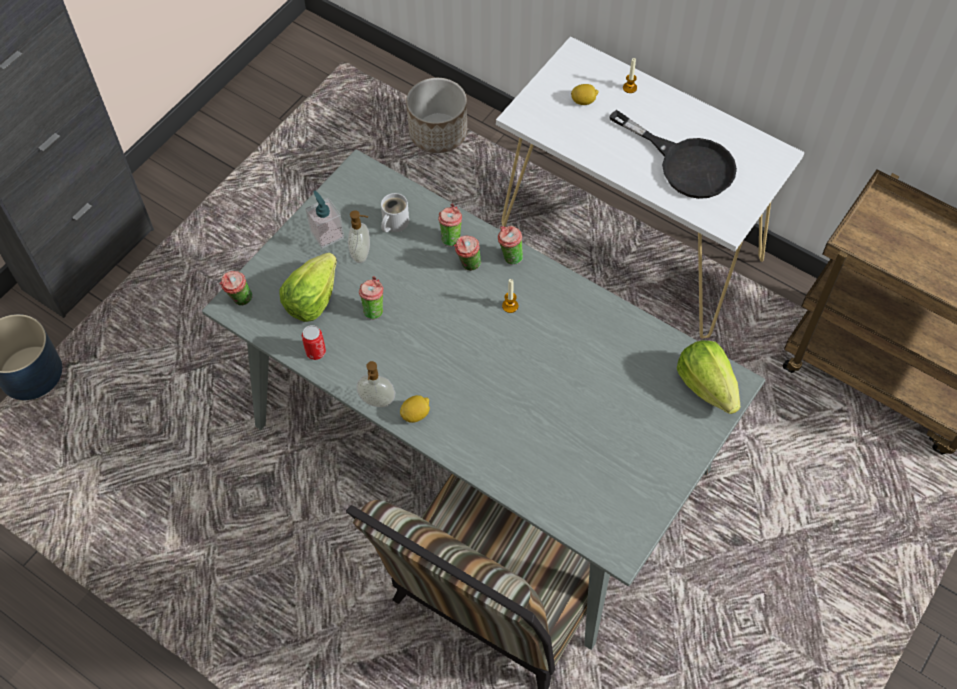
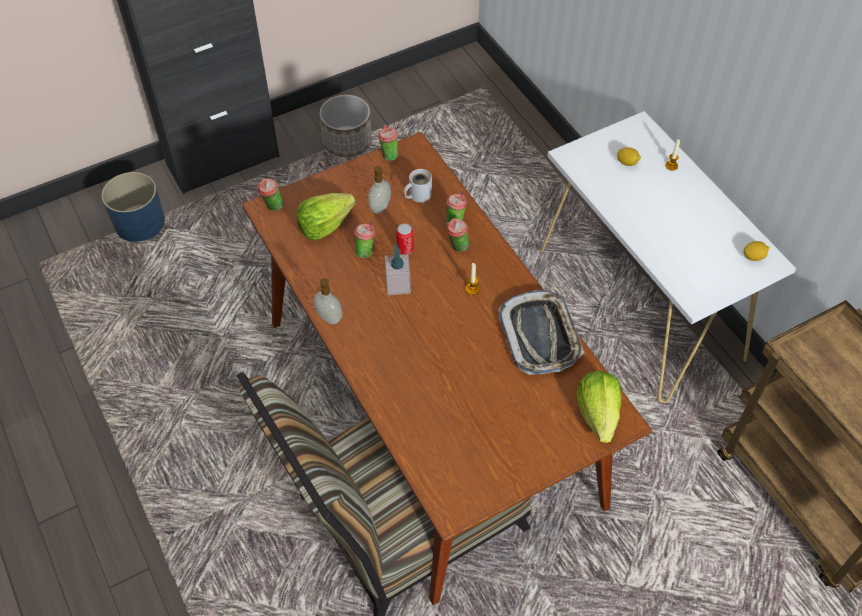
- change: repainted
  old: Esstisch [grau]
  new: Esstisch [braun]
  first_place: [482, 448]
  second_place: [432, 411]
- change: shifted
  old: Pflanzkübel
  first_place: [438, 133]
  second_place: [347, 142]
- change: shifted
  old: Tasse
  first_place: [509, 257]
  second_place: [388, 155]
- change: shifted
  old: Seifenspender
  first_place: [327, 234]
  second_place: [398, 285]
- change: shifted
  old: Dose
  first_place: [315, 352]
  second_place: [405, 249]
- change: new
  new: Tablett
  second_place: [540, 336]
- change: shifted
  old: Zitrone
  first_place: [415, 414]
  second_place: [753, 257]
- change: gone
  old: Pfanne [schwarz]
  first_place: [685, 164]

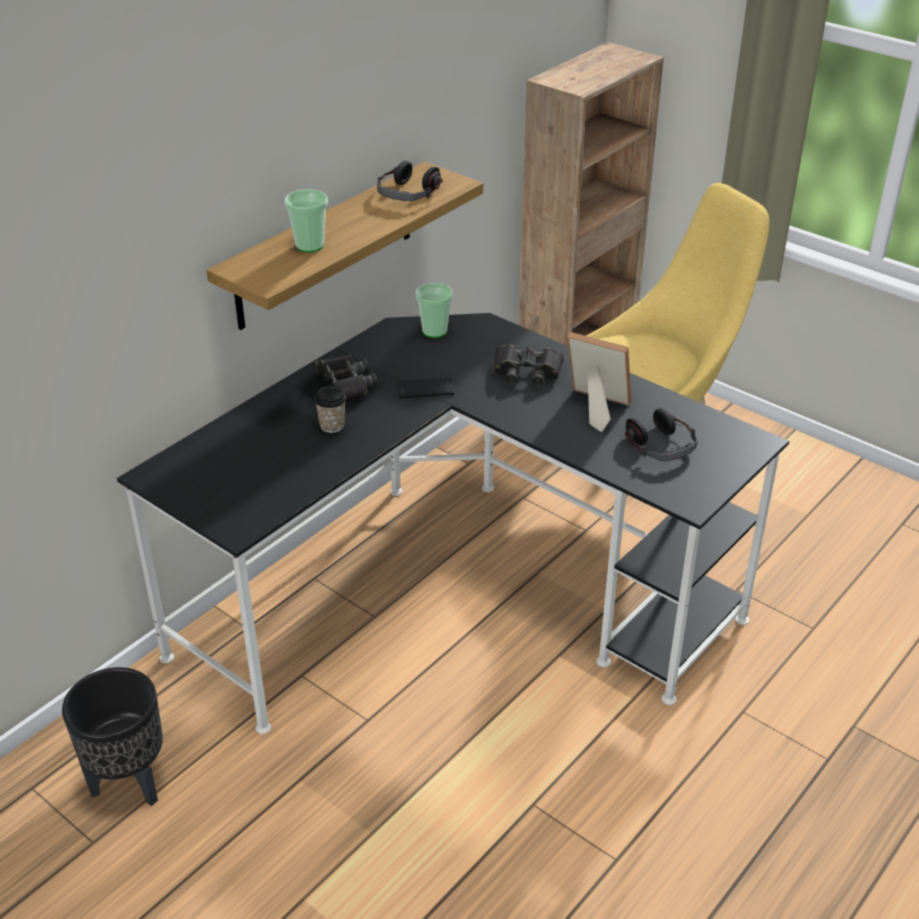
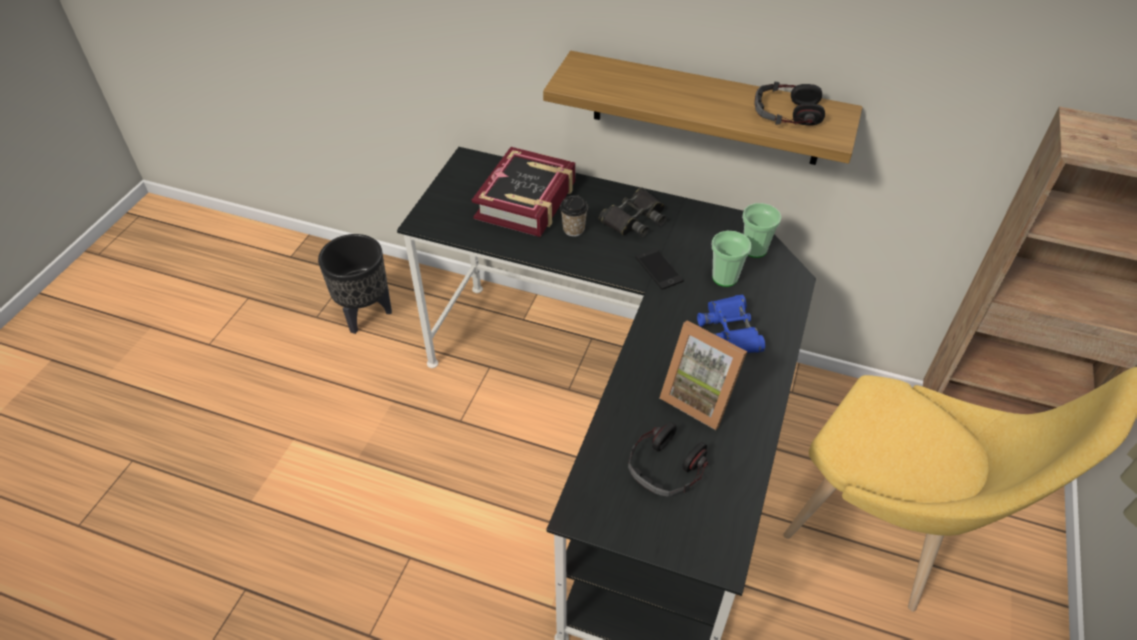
- change: new
  new: Buch
  second_place: [526, 200]
- change: rotated
  old: Bilderrahmen
  first_place: [594, 408]
  second_place: [700, 397]
  degrees: 120
- change: repainted
  old: Fernglas [schwarz]
  new: Fernglas [blau]
  first_place: [527, 372]
  second_place: [730, 331]
- change: shifted
  old: Tasse
  first_place: [309, 245]
  second_place: [725, 277]

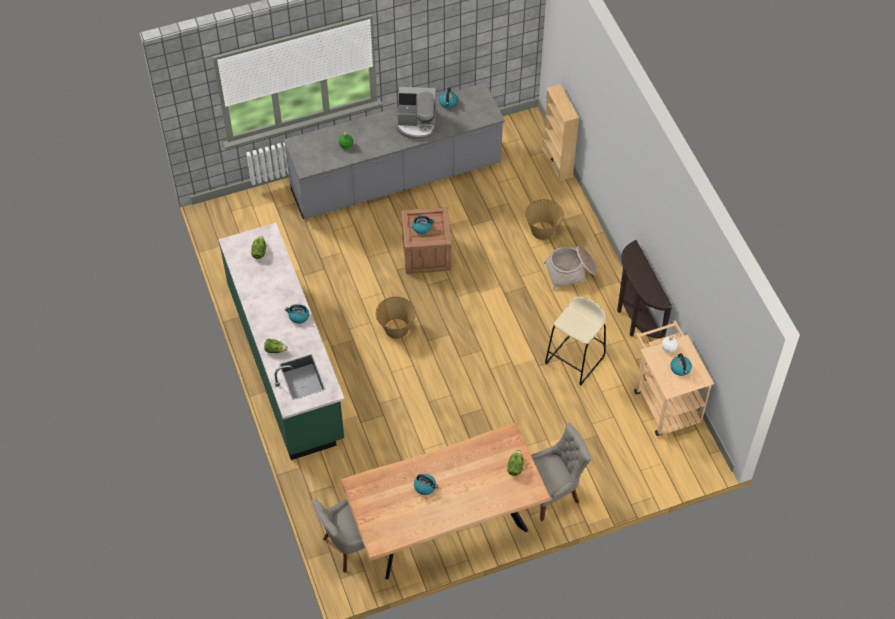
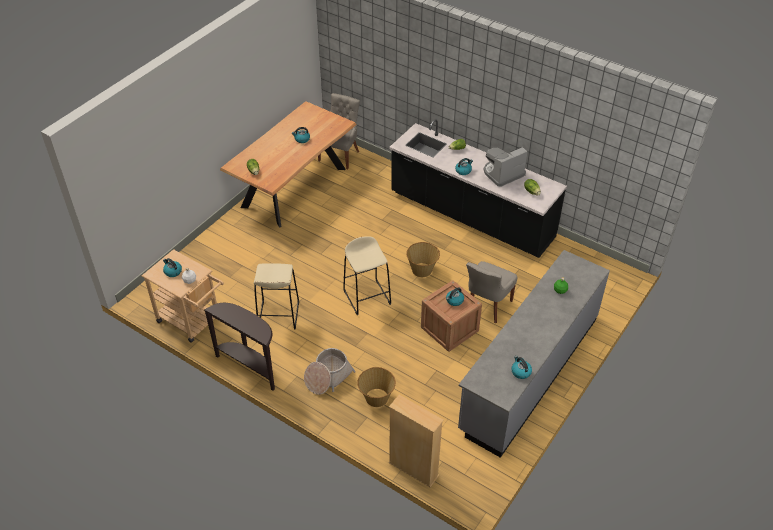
- change: new
  new: Hocker [beige]
  second_place: [367, 297]
- change: repainted
  old: Küchenzeile [grün]
  new: Küchenzeile [schwarz]
  first_place: [286, 362]
  second_place: [471, 216]
- change: shifted
  old: Stuhl [grau]
  first_place: [551, 493]
  second_place: [487, 306]
- change: shifted
  old: Kaffeemaschine
  first_place: [416, 124]
  second_place: [503, 173]

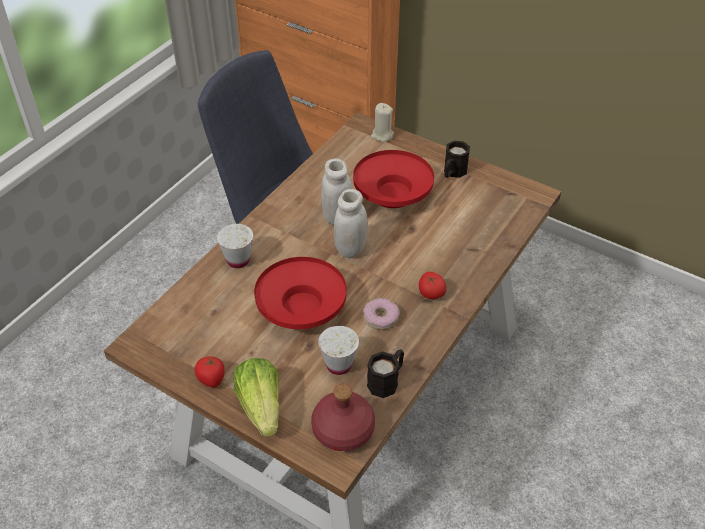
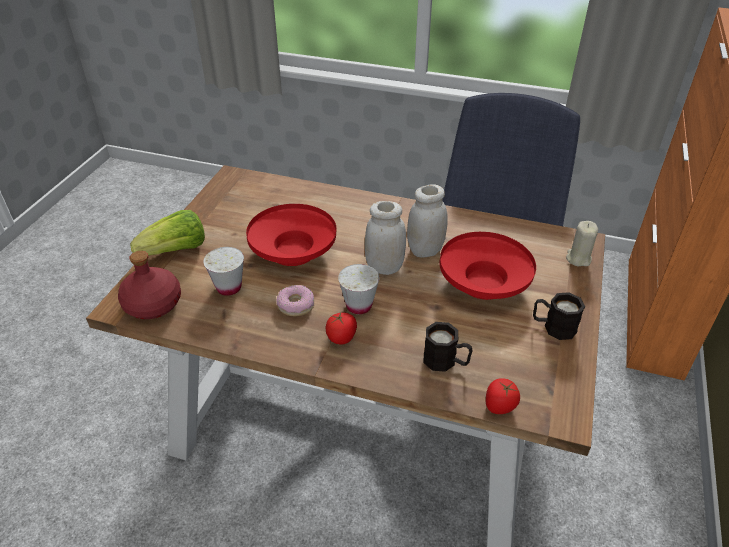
- change: shifted
  old: Tasse [weiß]
  first_place: [238, 260]
  second_place: [359, 306]
- change: shifted
  old: Henkelbecher [schwarz]
  first_place: [387, 380]
  second_place: [446, 361]
- change: shifted
  old: Tomate
  first_place: [211, 379]
  second_place: [499, 405]

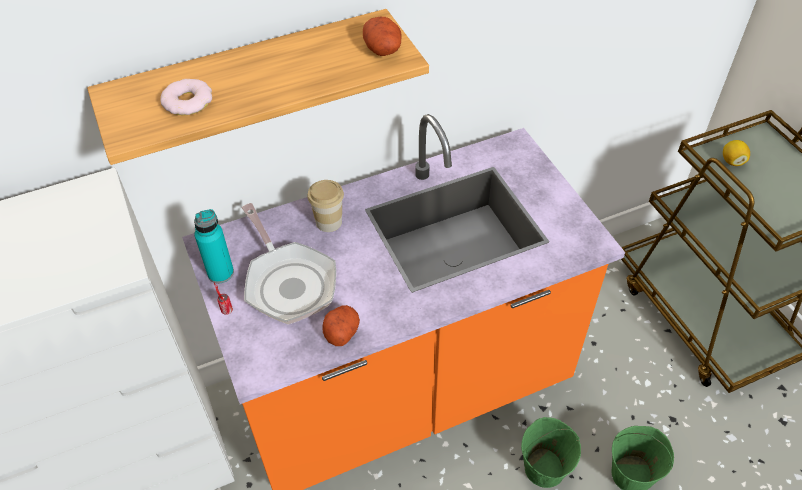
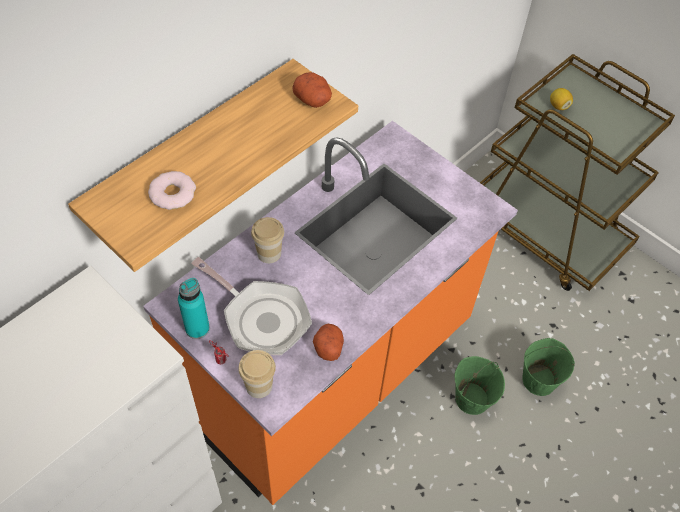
- change: new
  new: Tasse
  second_place: [259, 386]

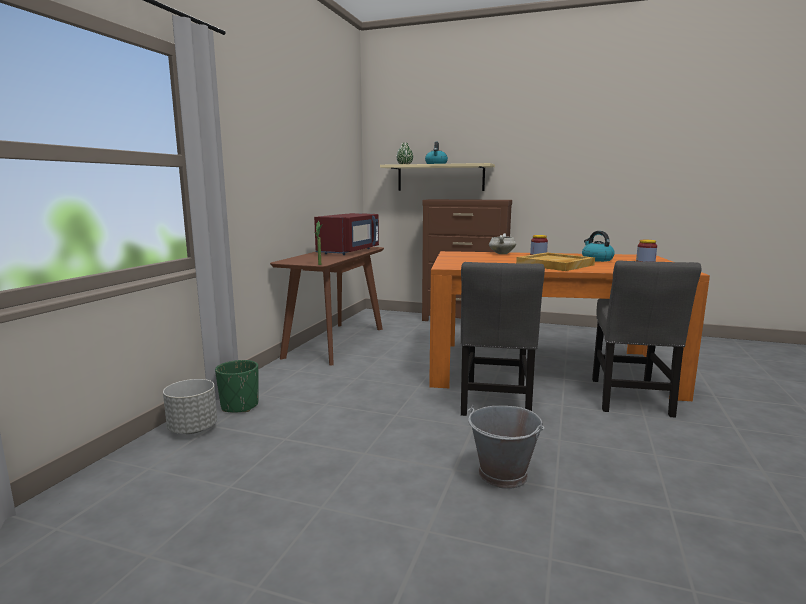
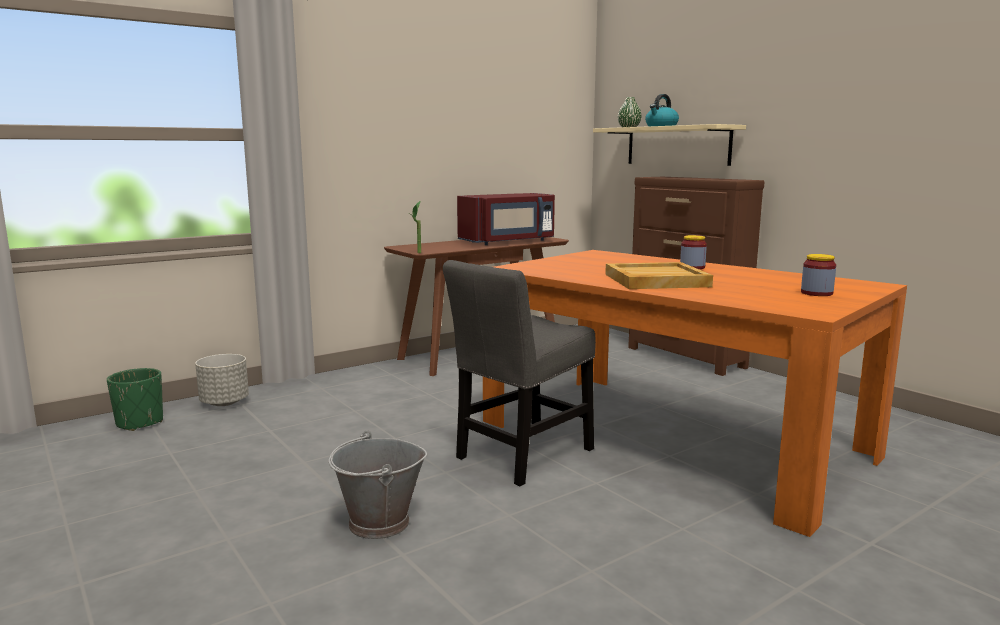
- change: shifted
  old: Pflanzkübel [grün]
  first_place: [239, 406]
  second_place: [140, 423]
- change: gone
  old: Kochtopf [weiß]
  first_place: [501, 254]
- change: gone
  old: Wasserkessel
  first_place: [596, 259]
- change: gone
  old: Stuhl [grau]
  first_place: [630, 399]

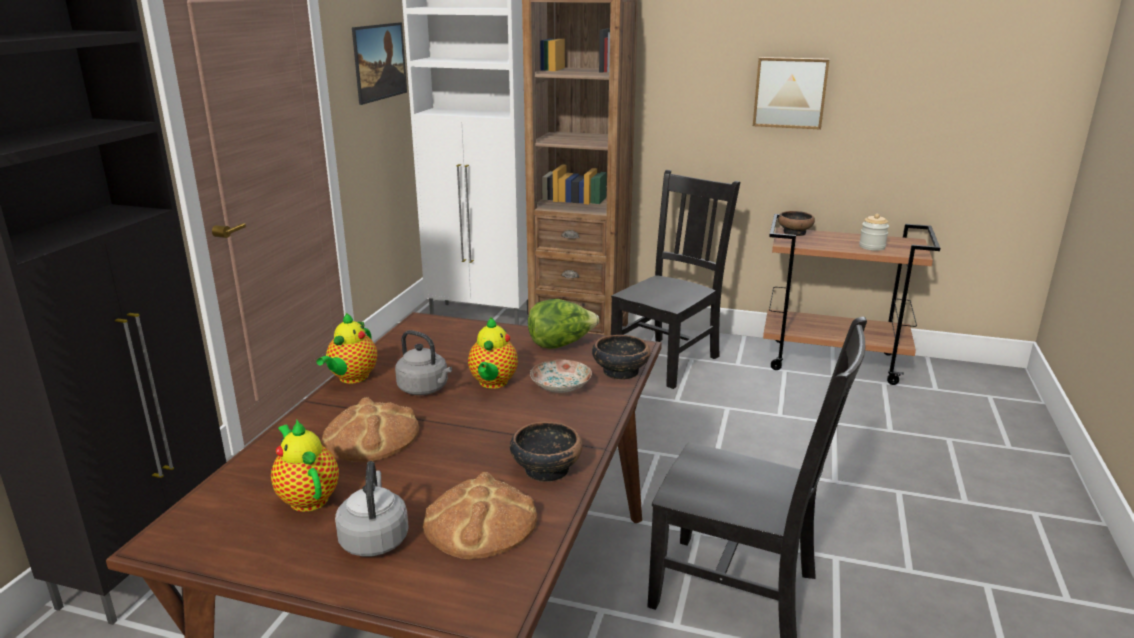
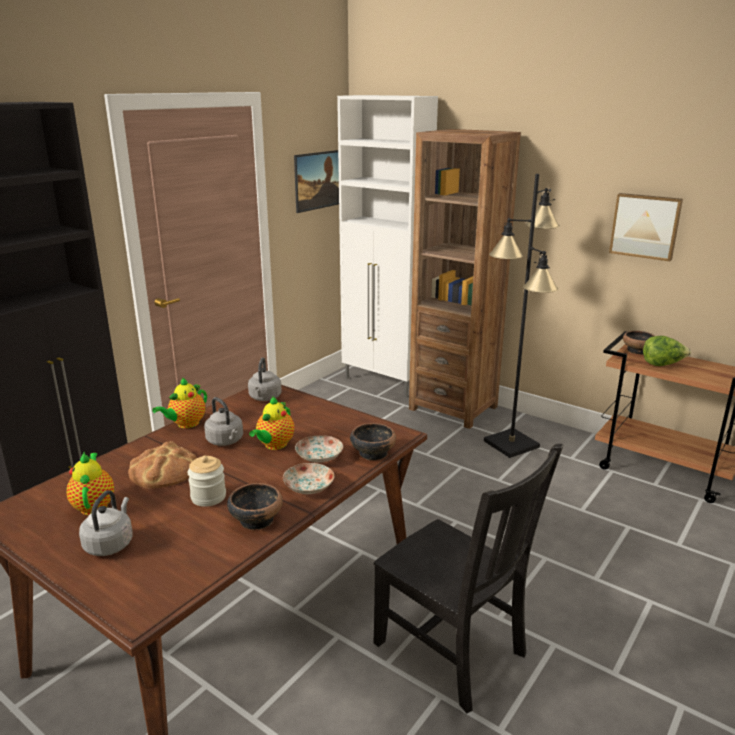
- change: shifted
  old: Vorratsglas
  first_place: [872, 247]
  second_place: [208, 497]
- change: new
  new: Wasserkessel [grau]
  second_place: [265, 398]
- change: new
  new: Teller
  second_place: [308, 487]
- change: swapped
  old: Stuhl [schwarz]
  new: Stehlampe [schwarz]
  first_place: [667, 360]
  second_place: [512, 444]
- change: shifted
  old: Salatkopf
  first_place: [561, 344]
  second_place: [662, 364]
- change: gone
  old: Brot
  first_place: [480, 522]

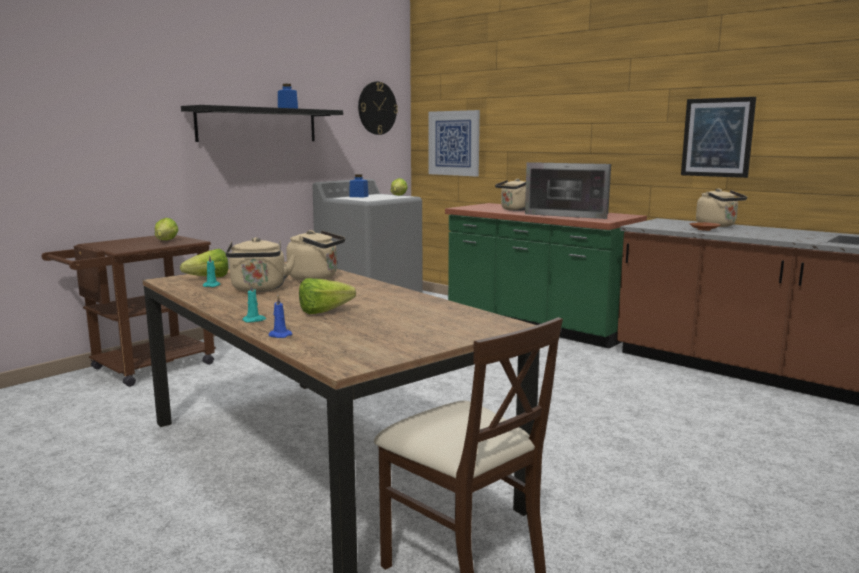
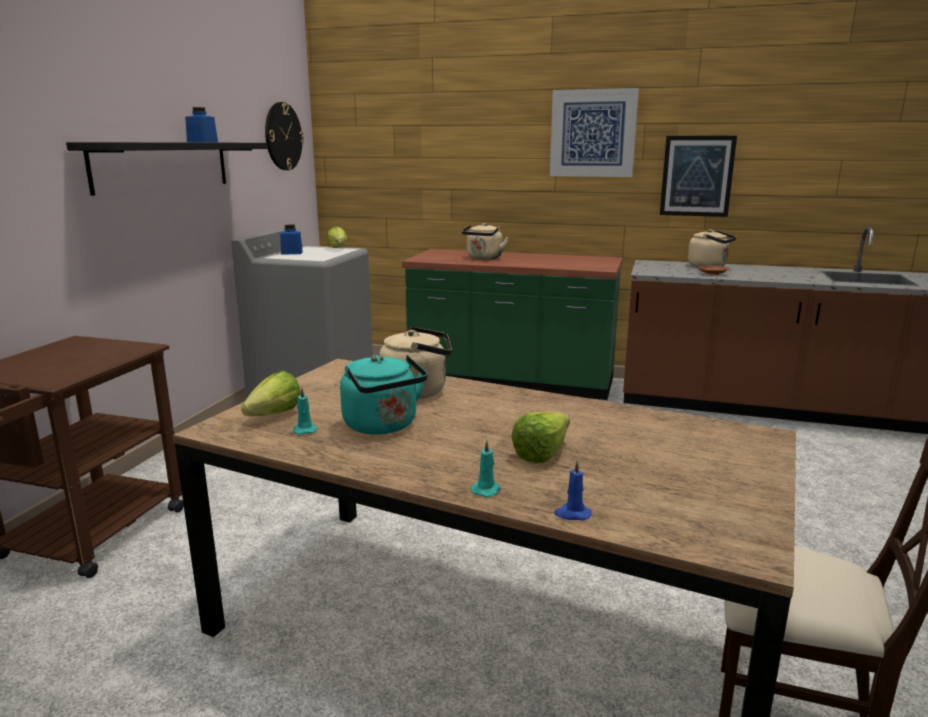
- change: repainted
  old: Wasserkessel [beige]
  new: Wasserkessel [türkis]
  first_place: [259, 289]
  second_place: [383, 426]
- change: shifted
  old: Bild
  first_place: [454, 143]
  second_place: [593, 133]
- change: gone
  old: Salatkopf
  first_place: [164, 242]
- change: gone
  old: Mikrowelle
  first_place: [571, 214]

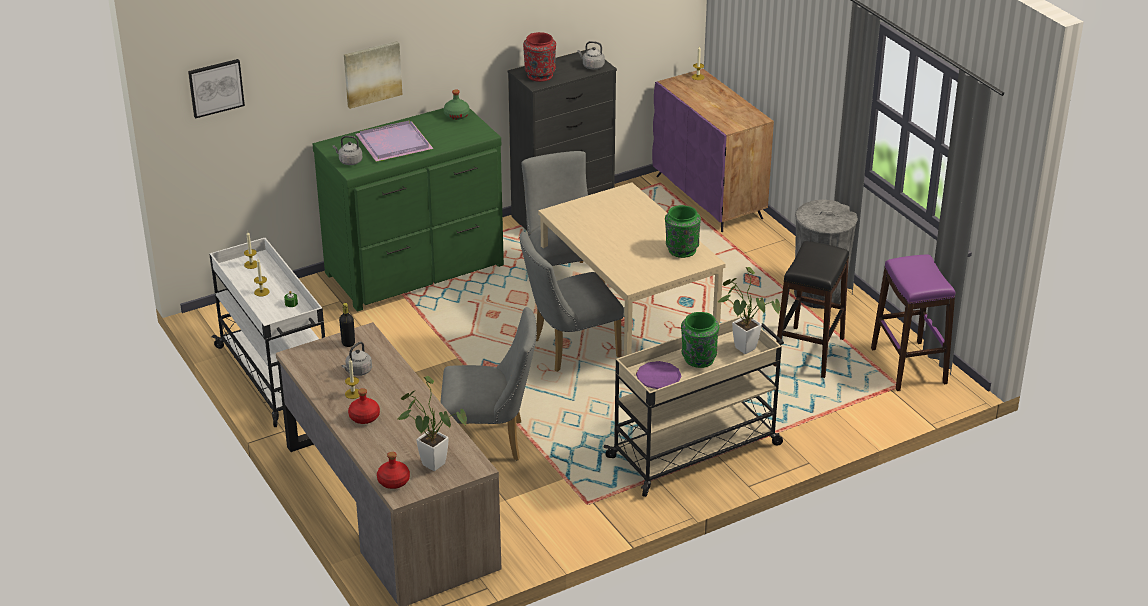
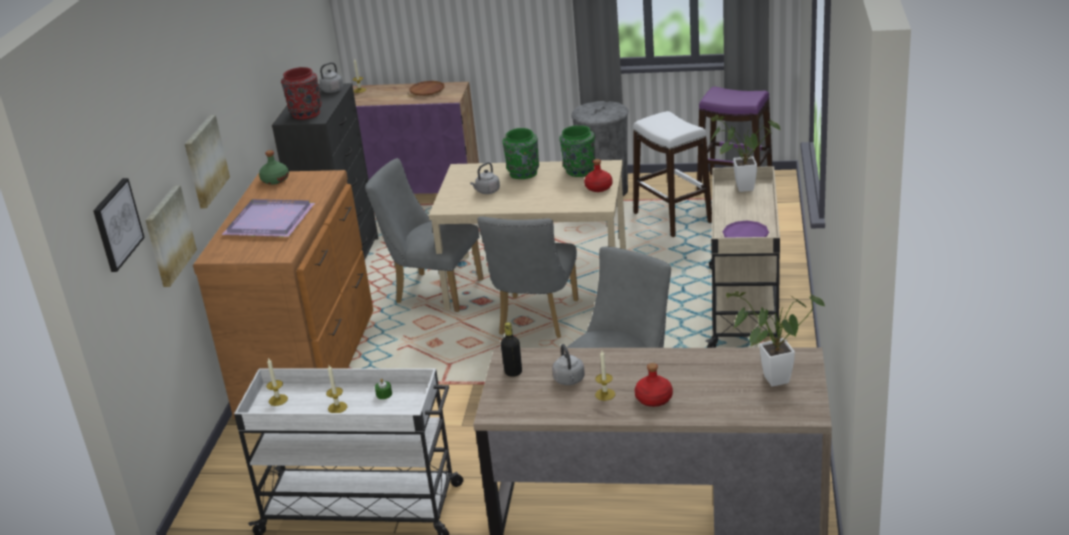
- change: new
  new: Bild
  second_place: [168, 235]
- change: repainted
  old: Kommode [grün]
  new: Kommode [braun]
  first_place: [416, 270]
  second_place: [310, 363]
- change: new
  new: Teller [braun]
  second_place: [427, 91]
- change: shifted
  old: Wasserkessel [grau]
  first_place: [349, 161]
  second_place: [487, 191]
- change: shifted
  old: Vase [grün]
  first_place: [698, 359]
  second_place: [523, 174]
- change: shifted
  old: Flasche [rot]
  first_place: [393, 481]
  second_place: [599, 188]
- change: repainted
  old: Hocker [schwarz]
  new: Hocker [weiß]
  first_place: [809, 352]
  second_place: [673, 218]

